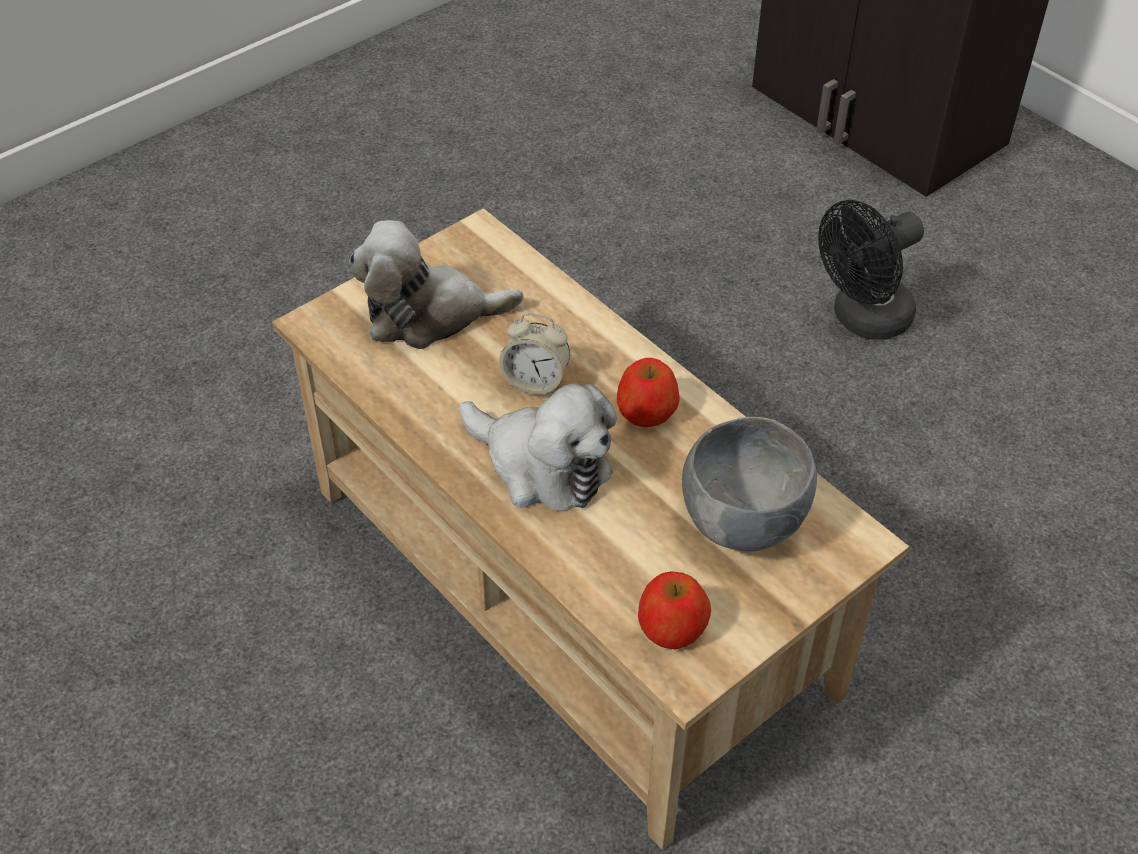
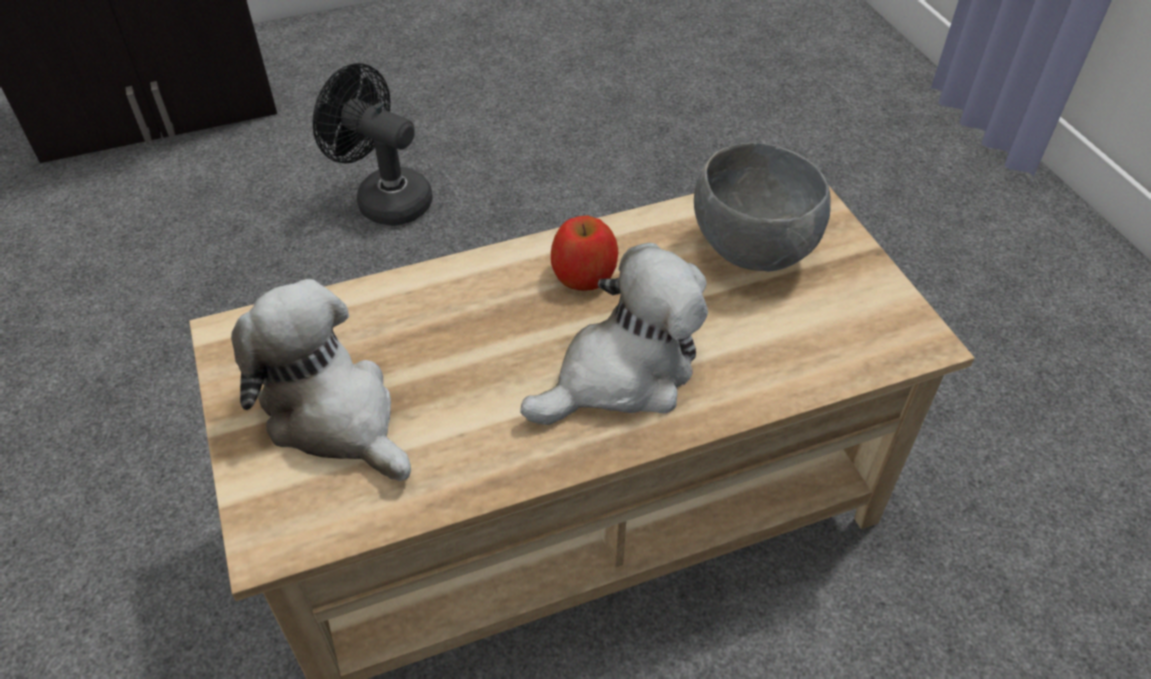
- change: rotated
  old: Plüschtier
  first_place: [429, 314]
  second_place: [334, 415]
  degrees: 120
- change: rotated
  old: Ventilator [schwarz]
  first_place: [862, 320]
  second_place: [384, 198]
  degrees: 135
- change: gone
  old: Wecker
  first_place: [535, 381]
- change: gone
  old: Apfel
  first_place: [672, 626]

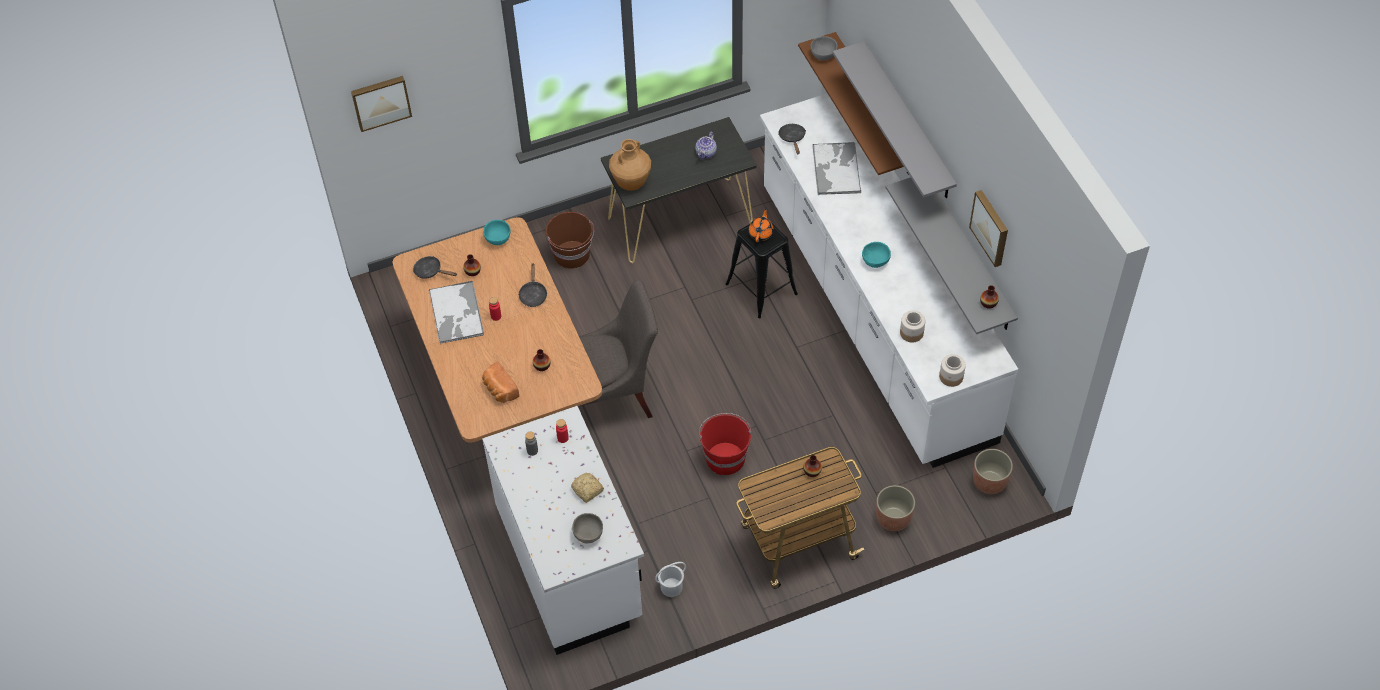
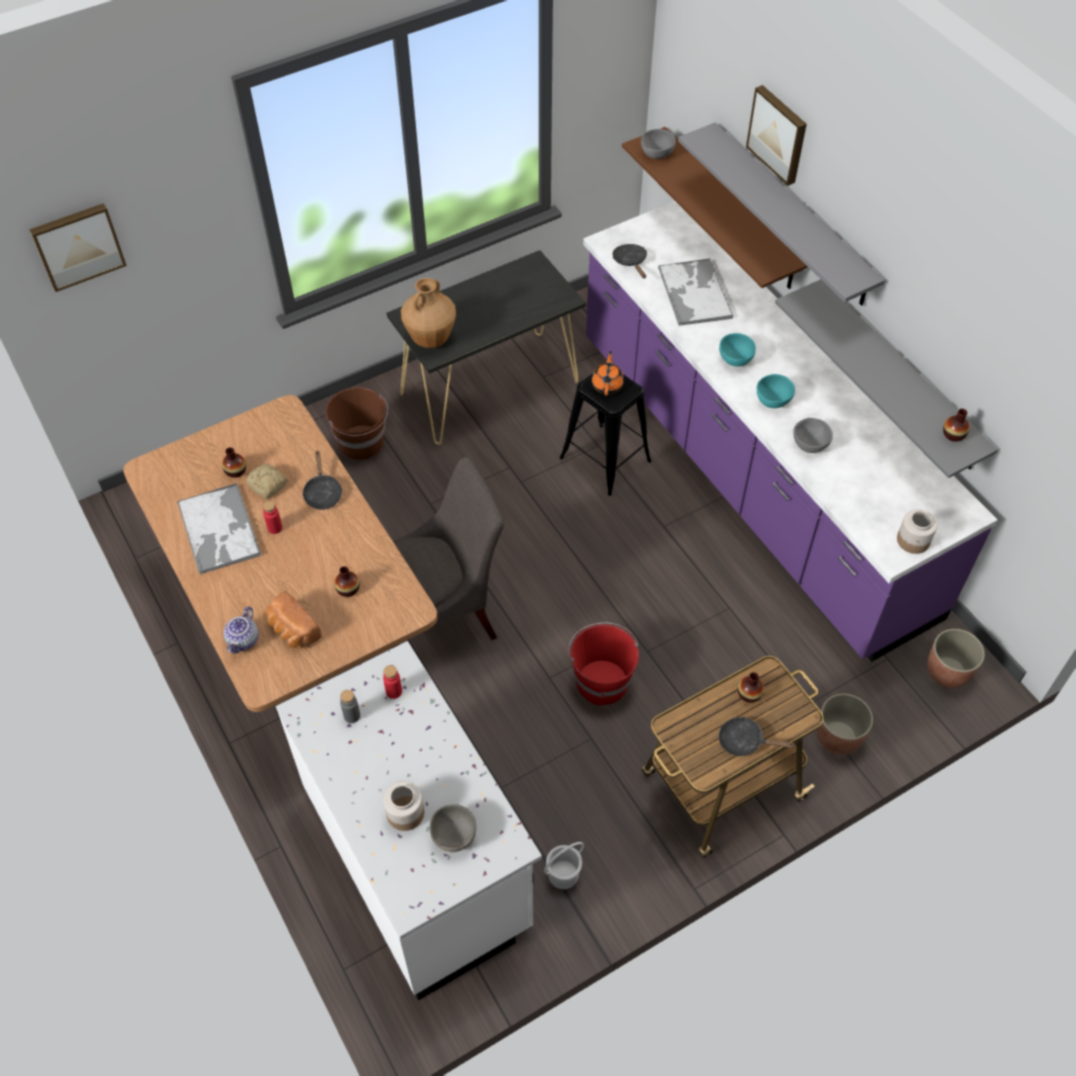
- change: shifted
  old: Teekanne
  first_place: [706, 153]
  second_place: [244, 640]
- change: shifted
  old: Brot
  first_place: [587, 490]
  second_place: [268, 486]
- change: shifted
  old: Vorratsglas
  first_place: [911, 333]
  second_place: [405, 813]
- change: repainted
  old: Küchenzeile [weiß]
  new: Küchenzeile [lila]
  first_place: [874, 313]
  second_place: [750, 474]
- change: shifted
  old: Pfanne [schwarz]
  first_place: [430, 271]
  second_place: [745, 741]
- change: shifted
  old: Schüssel [türkis]
  first_place: [497, 239]
  second_place: [735, 360]
- change: shifted
  old: Bild
  first_place: [991, 227]
  second_place: [778, 134]
- change: new
  new: Schüssel [grau]
  second_place: [810, 444]

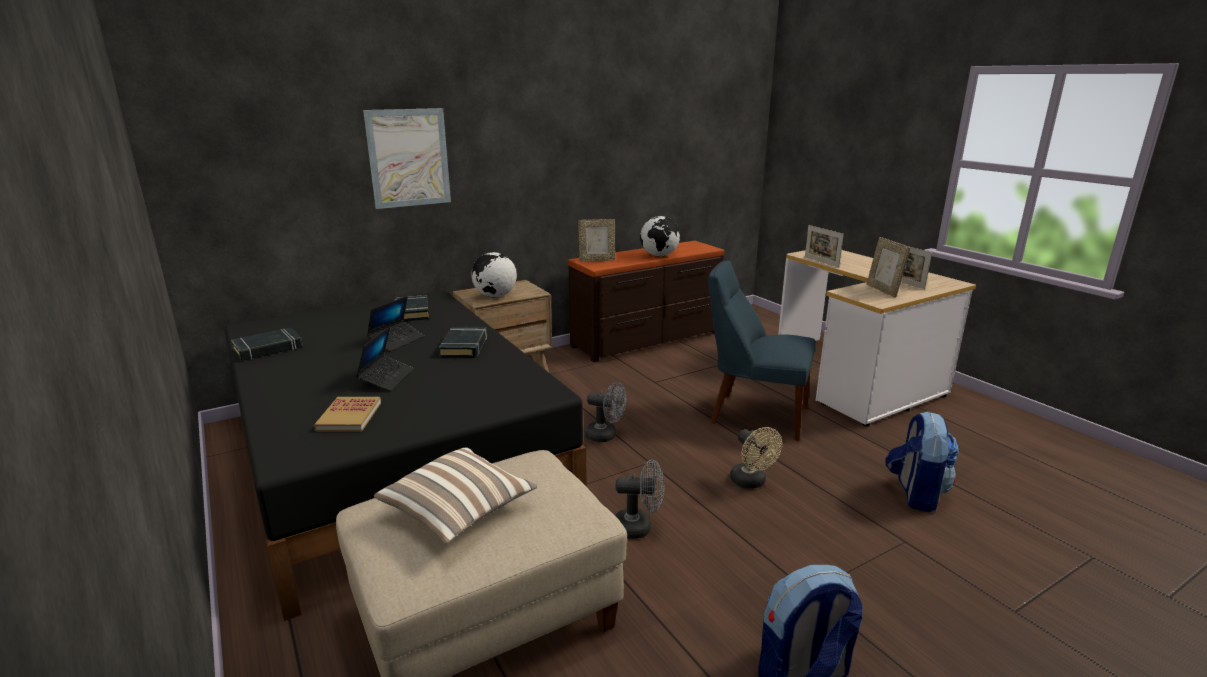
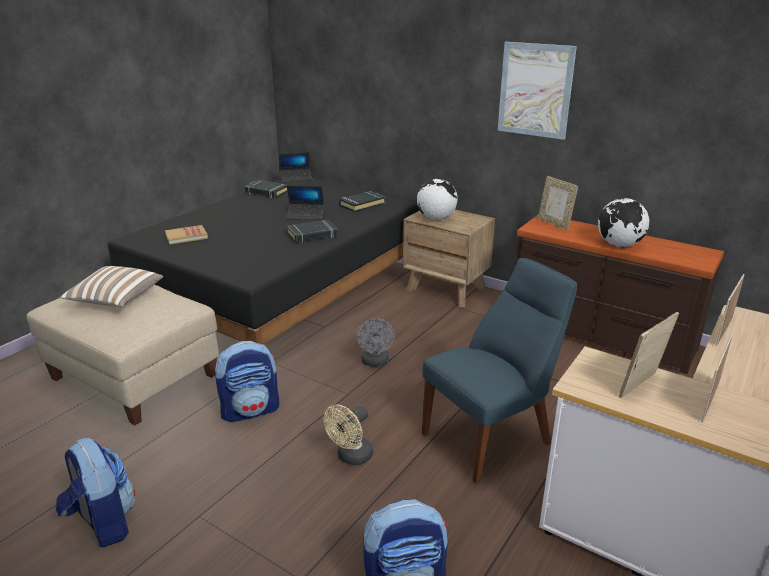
- change: swapped
  old: Ventilator [grau]
  new: Rucksack
  first_place: [638, 527]
  second_place: [251, 410]
- change: shifted
  old: Laptop
  first_place: [386, 378]
  second_place: [296, 179]
- change: rotated
  old: Stuhl [blau]
  first_place: [754, 415]
  second_place: [491, 437]
  degrees: 60
- change: shifted
  old: Bild
  first_place: [408, 158]
  second_place: [535, 90]

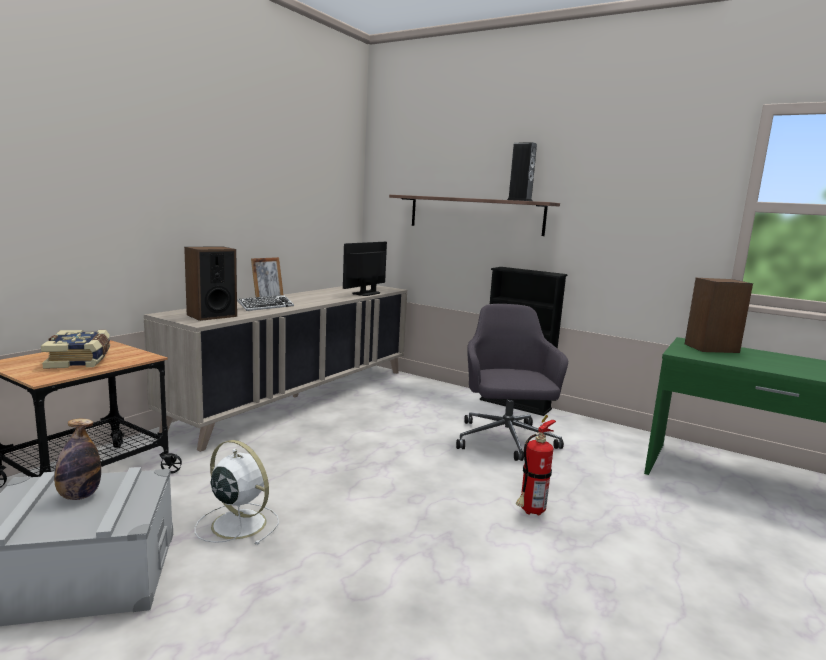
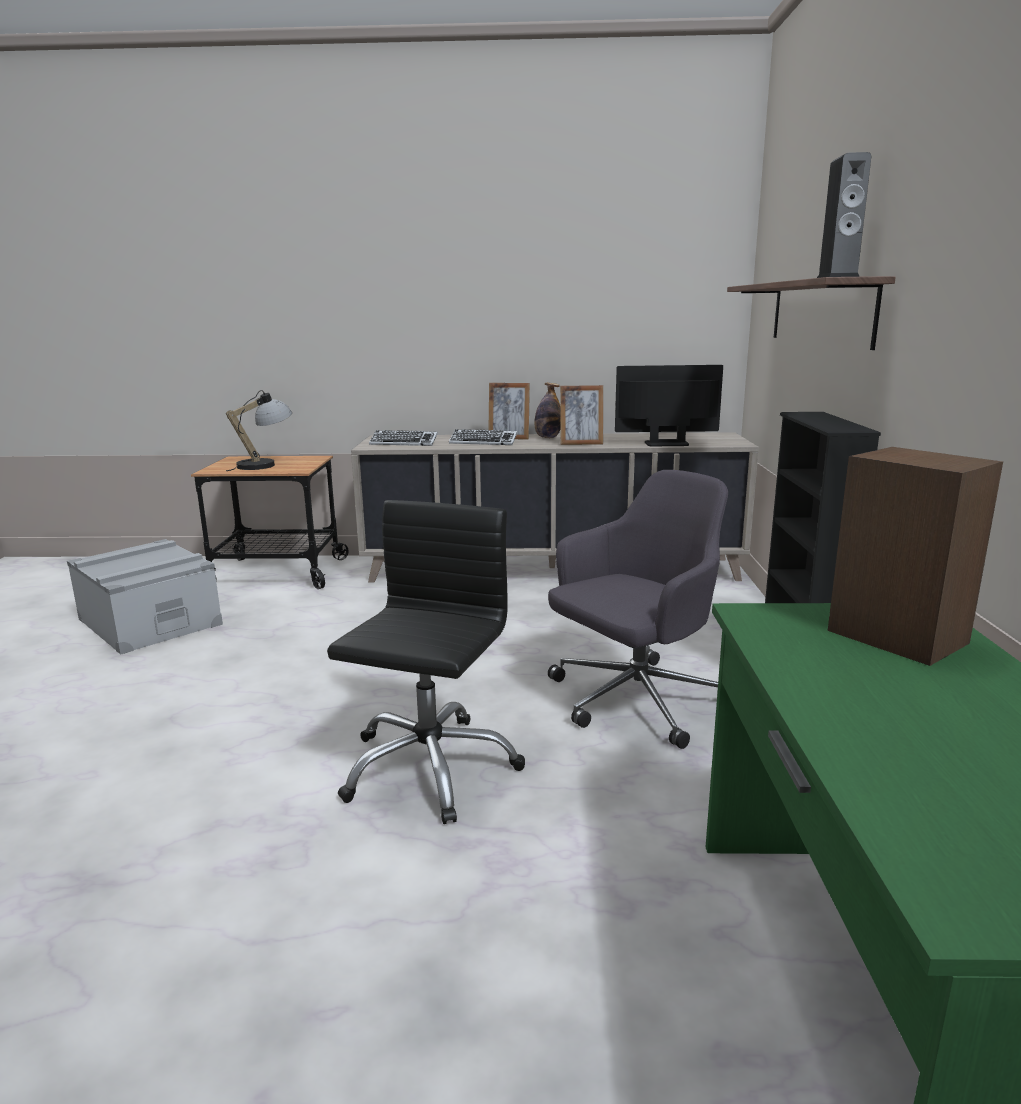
- change: swapped
  old: Buch
  new: Tischlampe
  first_place: [80, 360]
  second_place: [265, 464]
- change: swapped
  old: Feuerlöscher
  new: Bürostuhl [schwarz]
  first_place: [530, 512]
  second_place: [429, 767]
- change: swapped
  old: Lautsprecher
  new: Tastatur
  first_place: [211, 315]
  second_place: [403, 443]
- change: shifted
  old: Flasche
  first_place: [79, 496]
  second_place: [547, 437]
- change: new
  new: Bilderrahmen
  second_place: [581, 443]
- change: gone
  old: Ventilator [weiß]
  first_place: [237, 523]

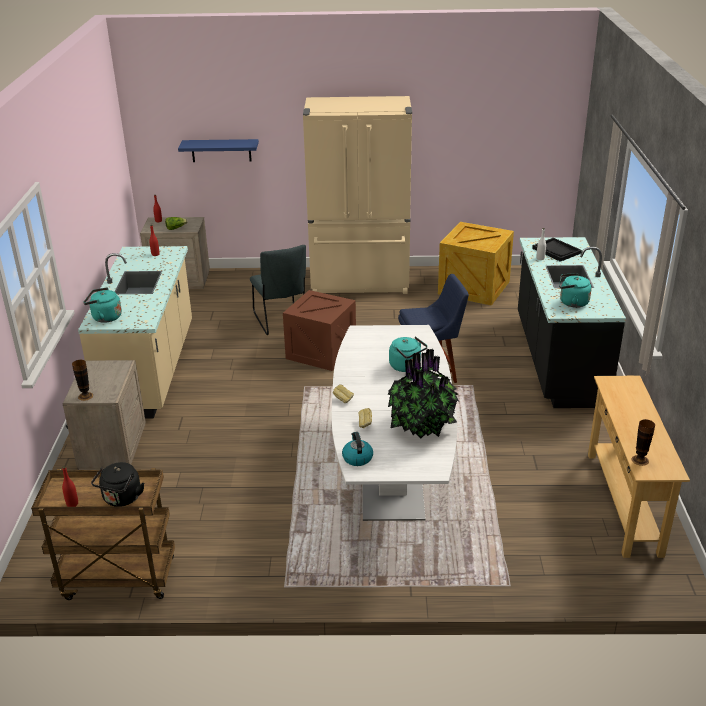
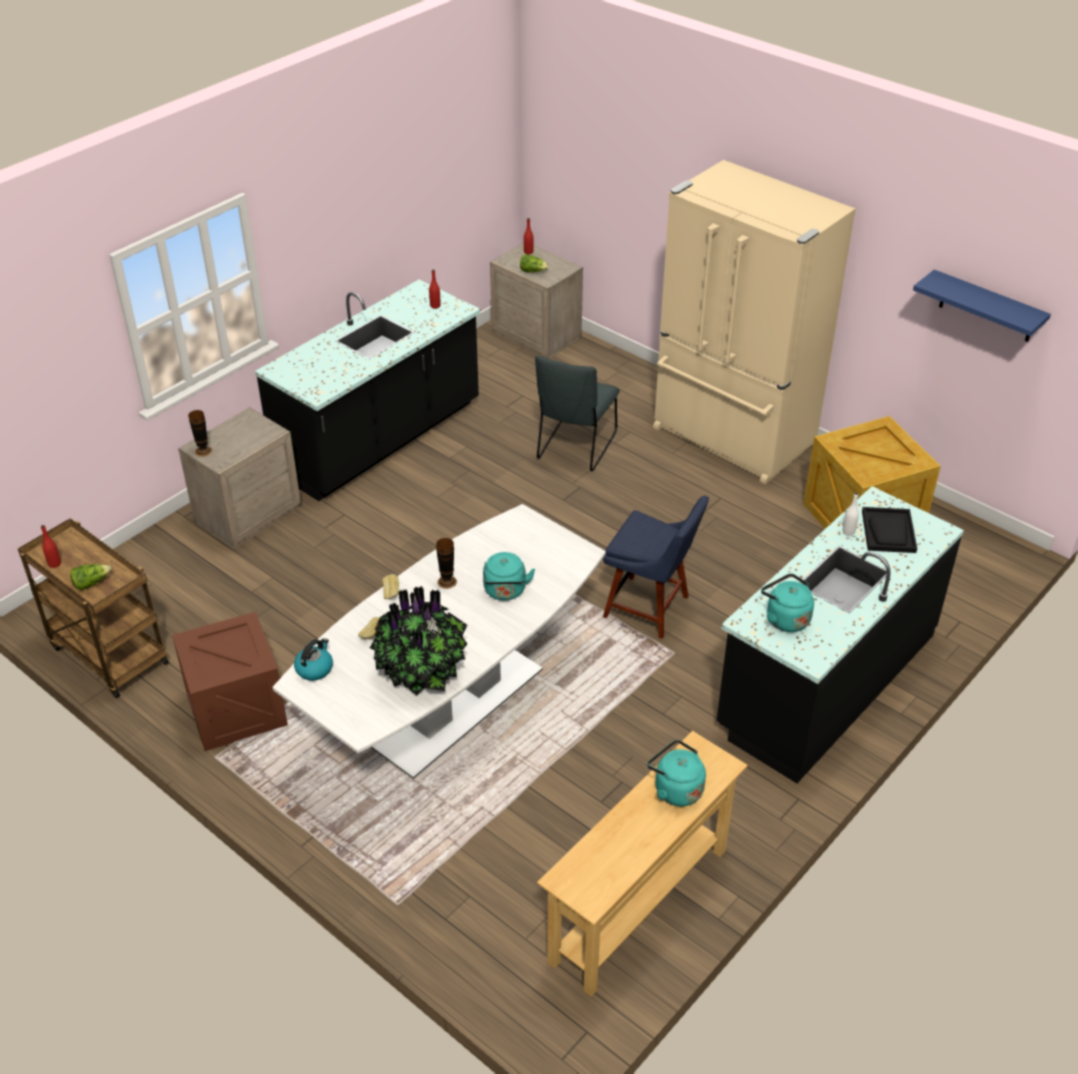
- change: swapped
  old: Wasserkessel [schwarz]
  new: Salatkopf
  first_place: [121, 499]
  second_place: [91, 583]
- change: shifted
  old: Kiste
  first_place: [321, 352]
  second_place: [236, 708]
- change: repainted
  old: Küchenzeile [beige]
  new: Küchenzeile [schwarz]
  first_place: [150, 369]
  second_place: [380, 440]
- change: shifted
  old: Vase
  first_place: [640, 460]
  second_place: [447, 581]
- change: shifted
  old: Wasserkessel [türkis]
  first_place: [105, 317]
  second_place: [675, 789]
- change: shifted
  old: Wandregal [blau]
  first_place: [221, 150]
  second_place: [987, 307]

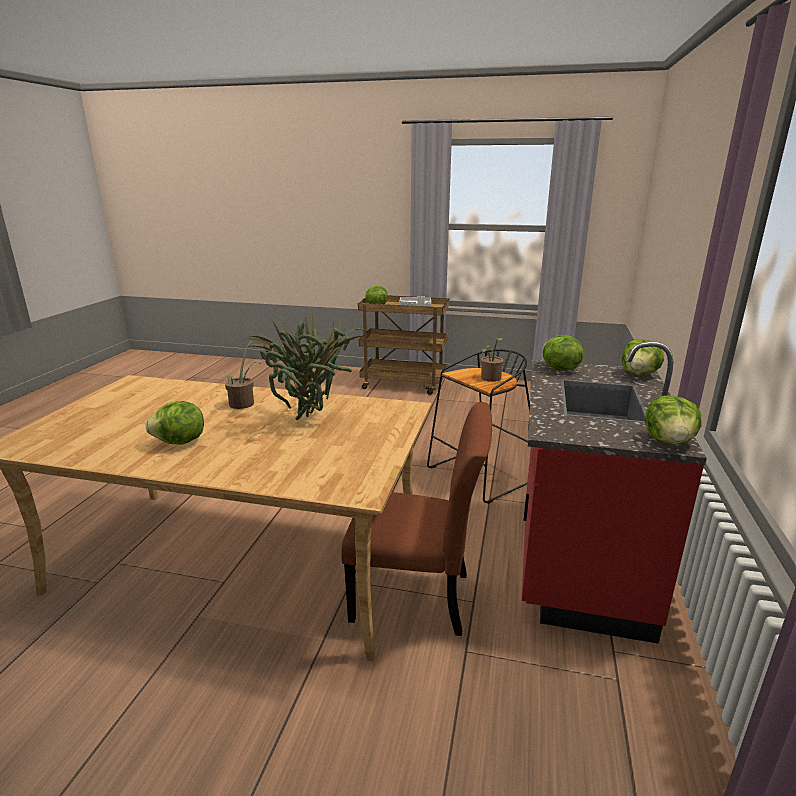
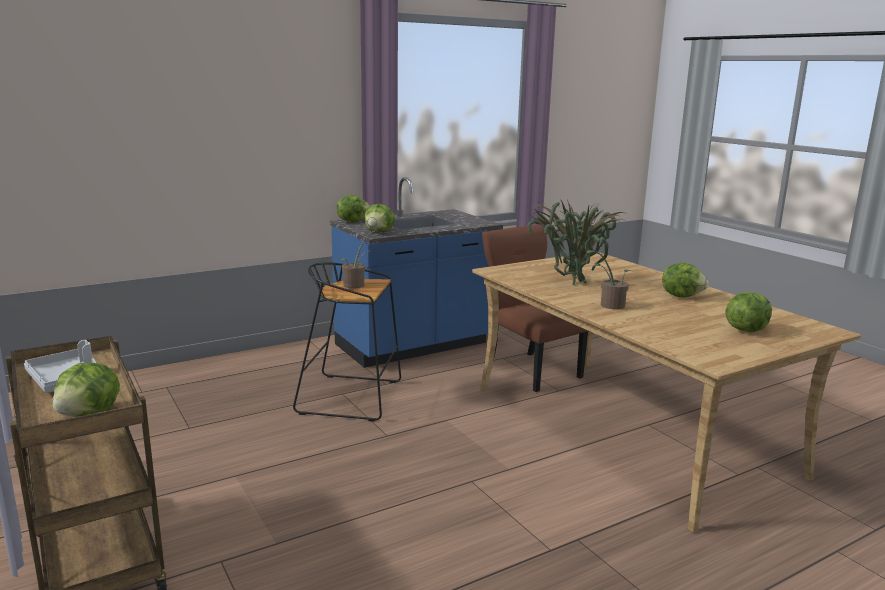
- change: repainted
  old: Küchenzeile [rot]
  new: Küchenzeile [blau]
  first_place: [577, 559]
  second_place: [415, 345]
- change: shifted
  old: Salatkopf
  first_place: [669, 441]
  second_place: [746, 329]

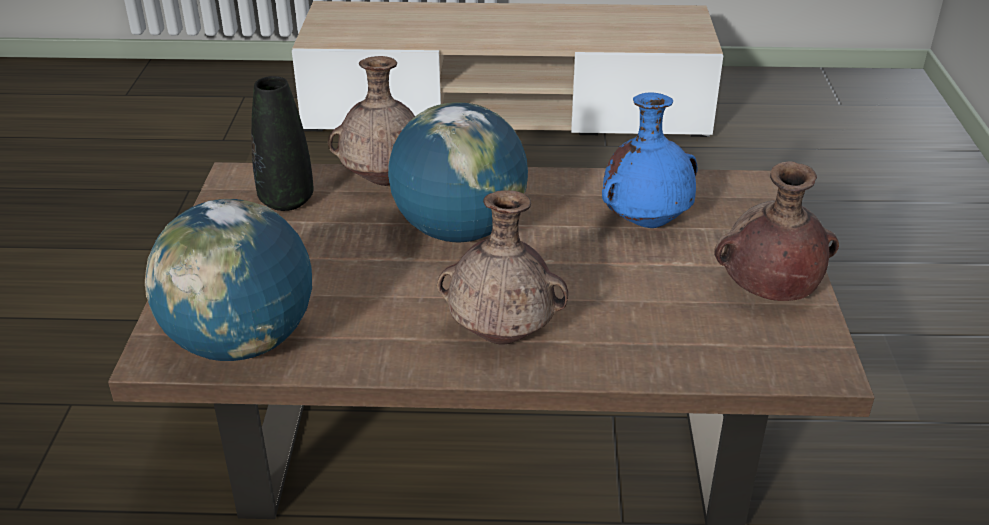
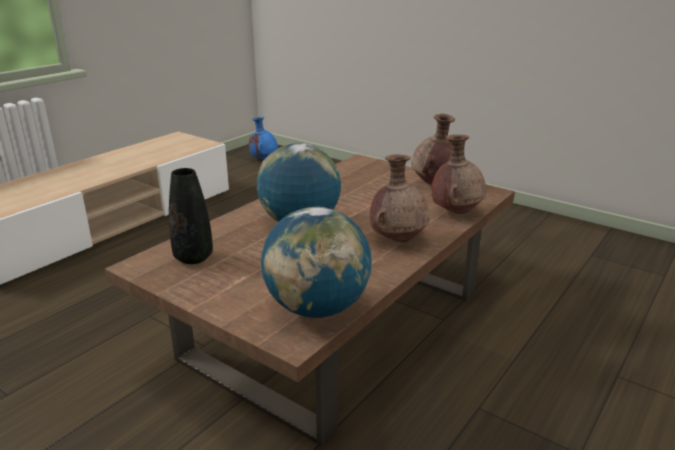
- change: shifted
  old: Vase [blau]
  first_place: [646, 222]
  second_place: [263, 159]
- change: shifted
  old: Vase [braun]
  first_place: [385, 180]
  second_place: [456, 212]

